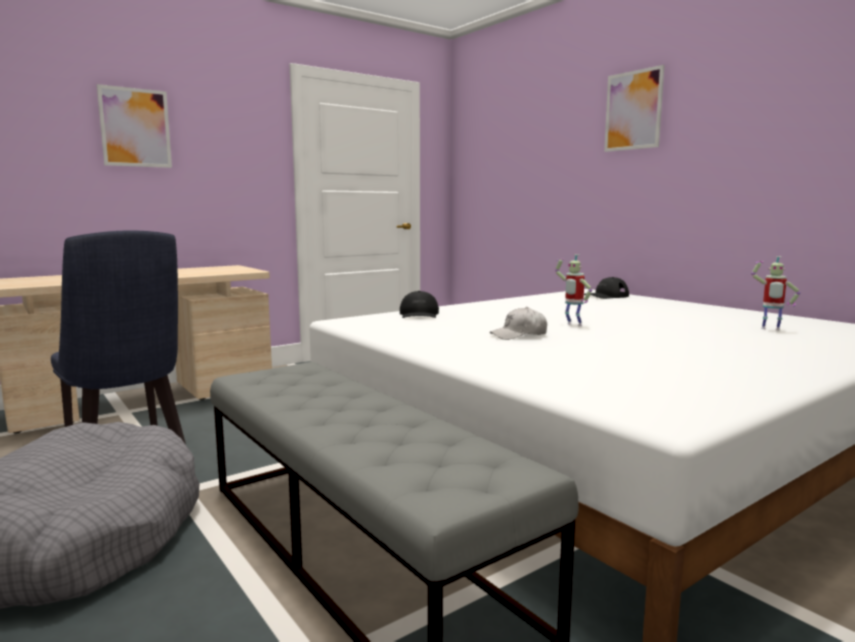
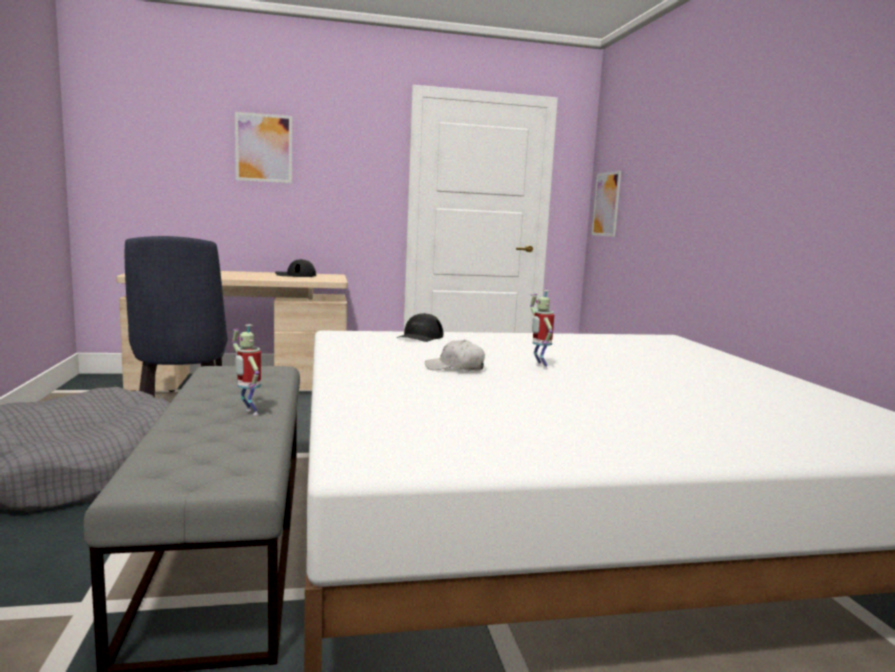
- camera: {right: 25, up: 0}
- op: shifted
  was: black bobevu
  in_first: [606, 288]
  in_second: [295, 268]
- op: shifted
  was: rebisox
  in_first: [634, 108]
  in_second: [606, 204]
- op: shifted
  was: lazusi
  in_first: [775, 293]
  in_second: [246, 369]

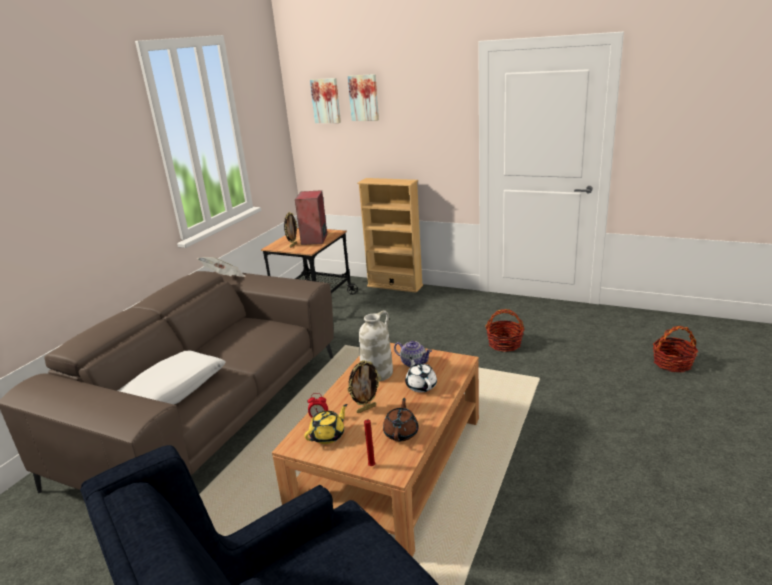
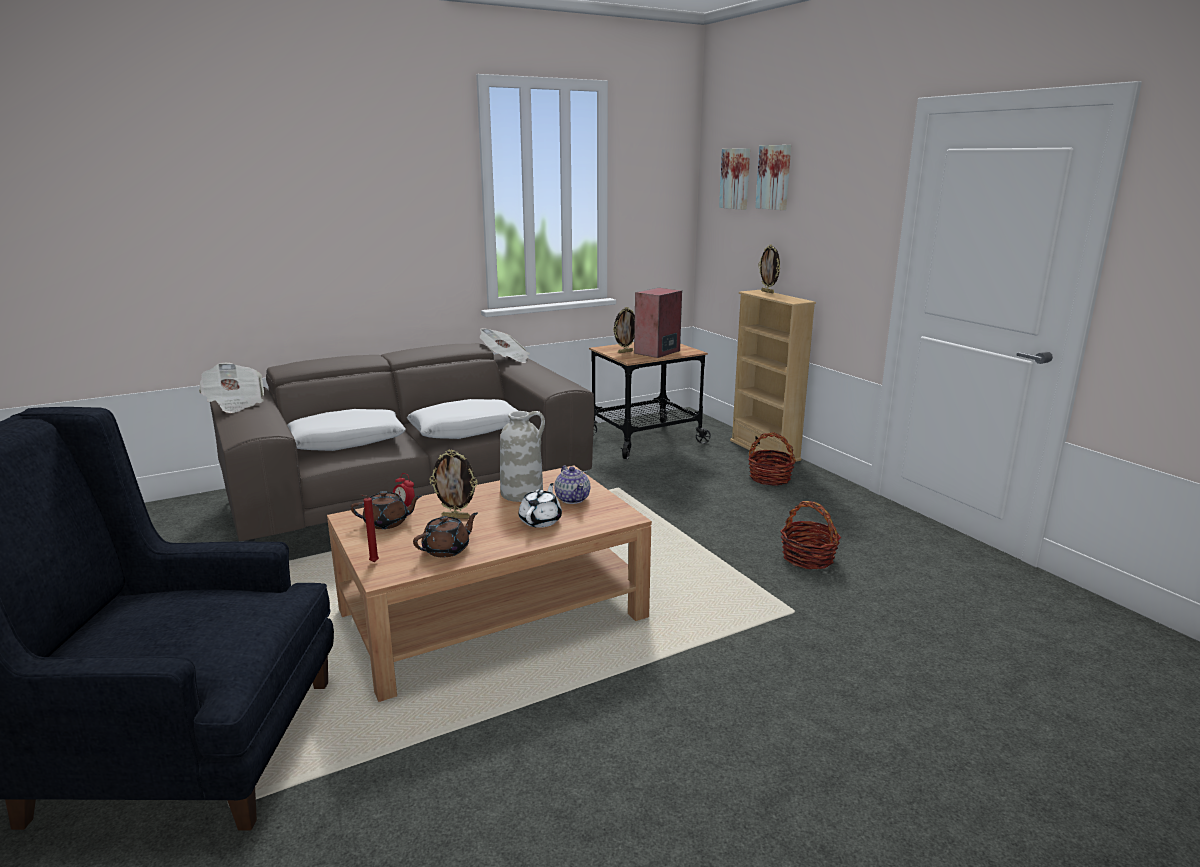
- camera: {right: 35, up: -5}
- op: new
  now: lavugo
  in_second: [231, 387]
- op: new
  now: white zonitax
  in_second: [462, 419]
- op: new
  now: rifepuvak
  in_second: [769, 268]
- op: shifted
  was: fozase
  in_first: [676, 349]
  in_second: [772, 459]
- op: repainted
  was: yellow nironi
  now: brown nironi
  in_first: [326, 424]
  in_second: [386, 510]

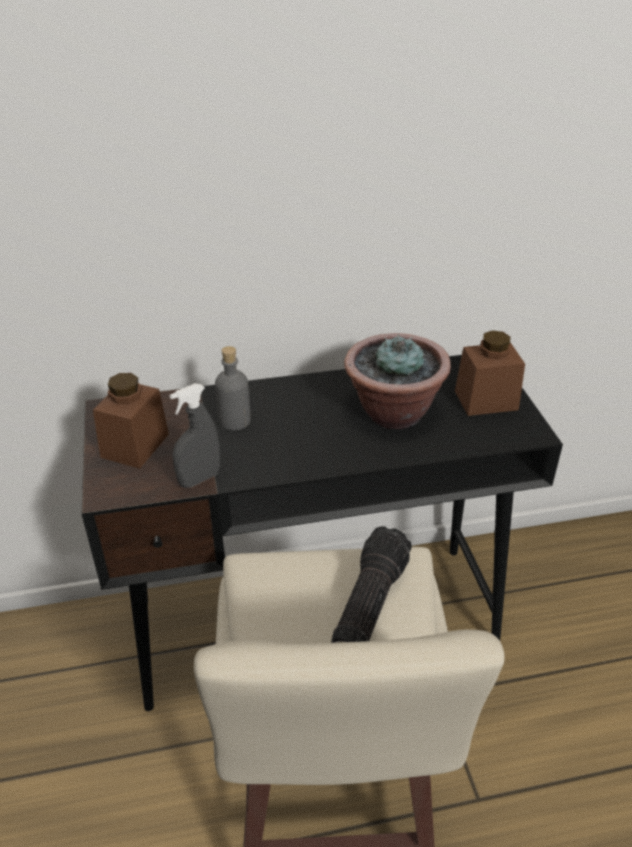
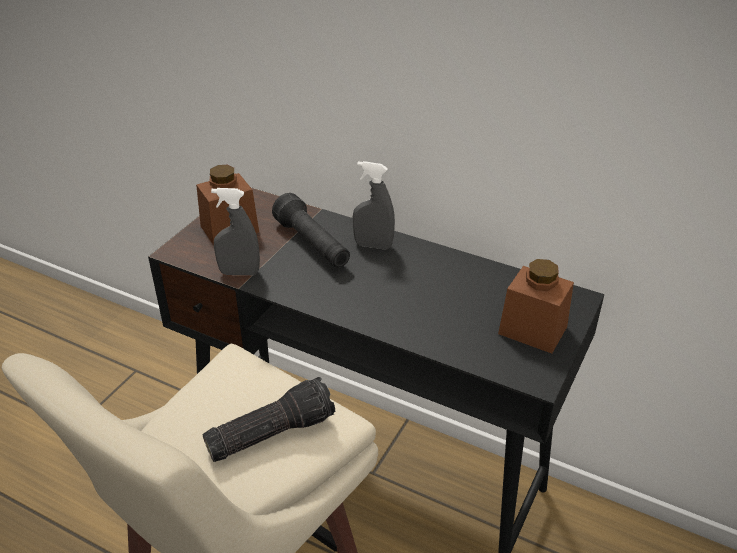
- camera: {right: 40, up: 0}
- op: gone
  was: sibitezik
  in_first: [397, 381]
- op: new
  now: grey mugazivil
  in_second: [374, 205]
- op: swapped
  was: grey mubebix
  now: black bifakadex
  in_first: [233, 388]
  in_second: [311, 230]

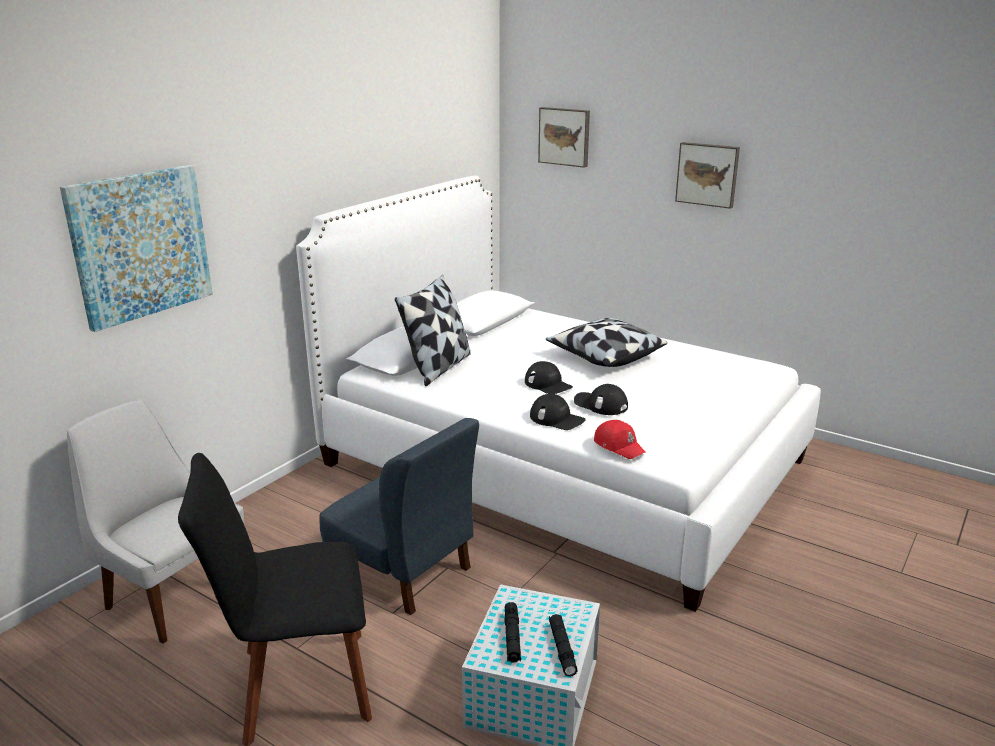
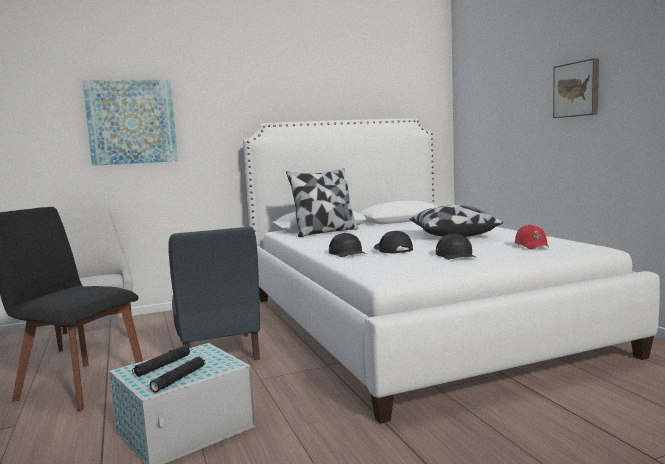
- camera: {right: 35, up: -15}
- op: gone
  was: rebisox
  in_first: [564, 137]
- op: shifted
  was: black bobevu
  in_first: [549, 377]
  in_second: [456, 247]
- op: shifted
  was: red bobevu
  in_first: [620, 439]
  in_second: [532, 237]

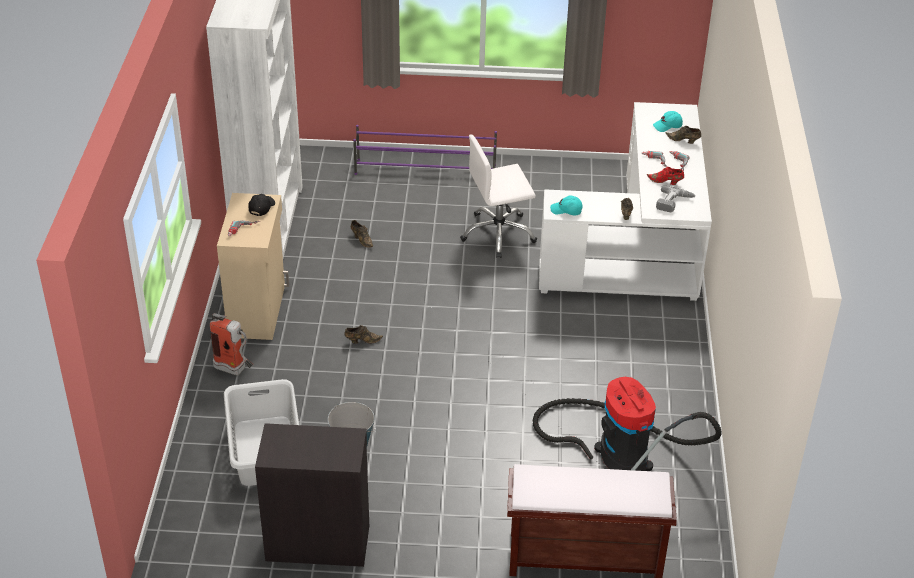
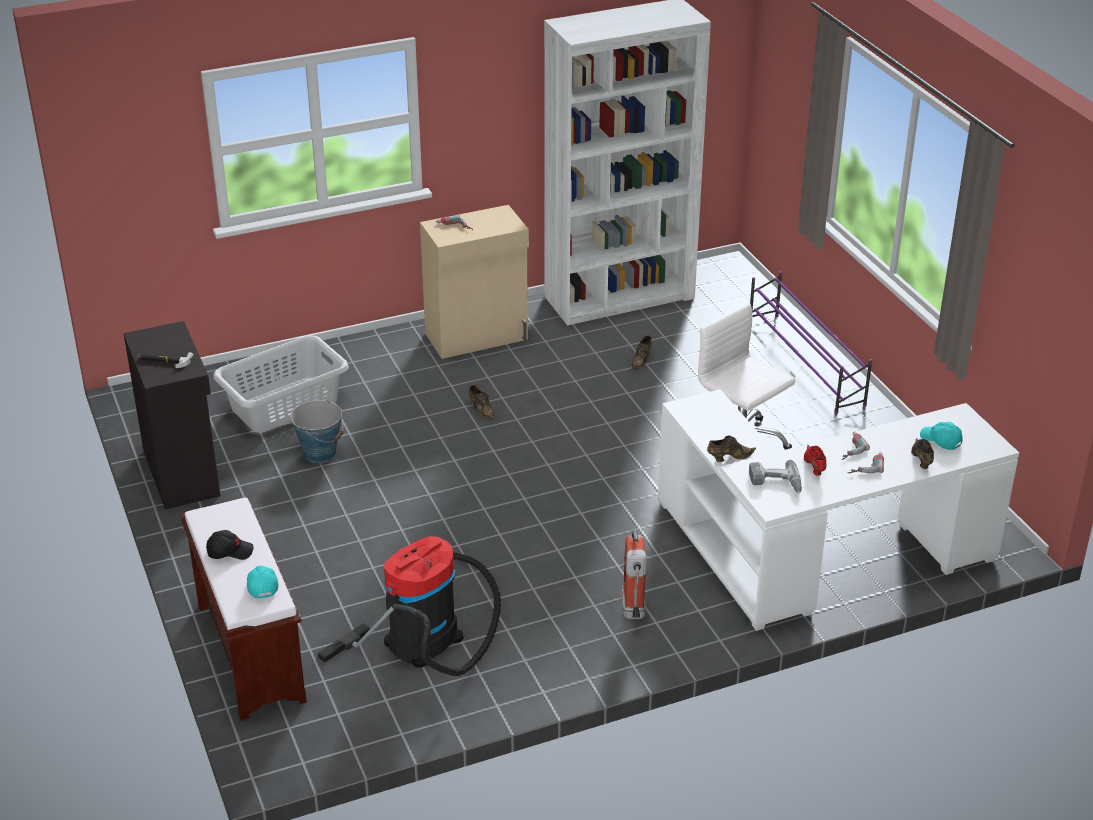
- camera: {right: 65, up: -5}
- op: new
  now: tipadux
  in_second: [166, 360]
- op: shifted
  was: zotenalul
  in_first: [231, 344]
  in_second: [634, 574]
- op: shifted
  was: black bobevu
  in_first: [261, 205]
  in_second: [230, 545]
- op: shifted
  was: turquoise bobevu
  in_first: [566, 205]
  in_second: [262, 582]

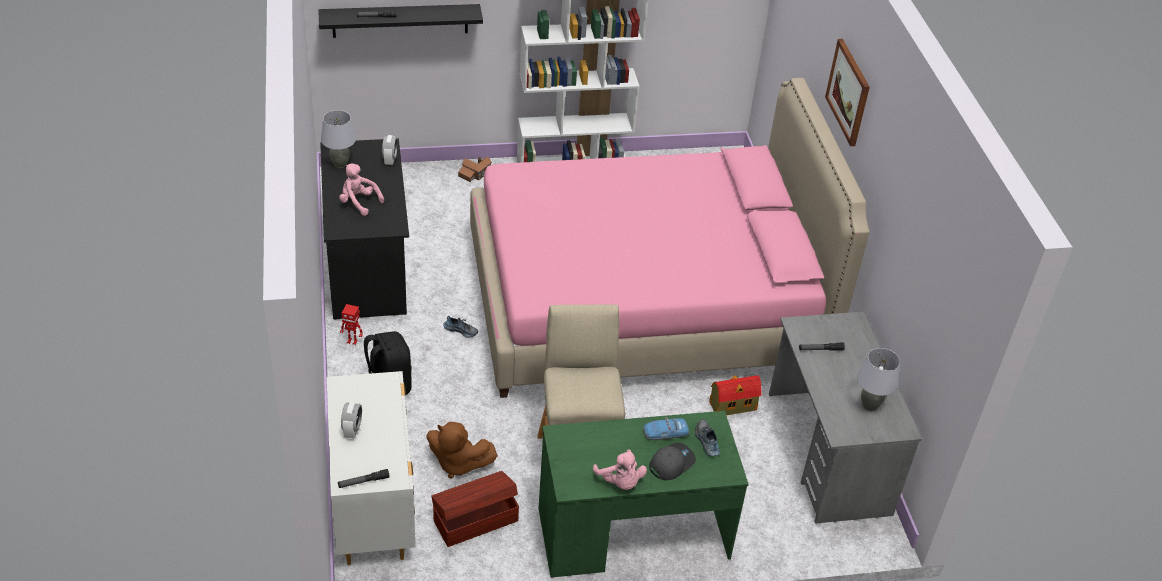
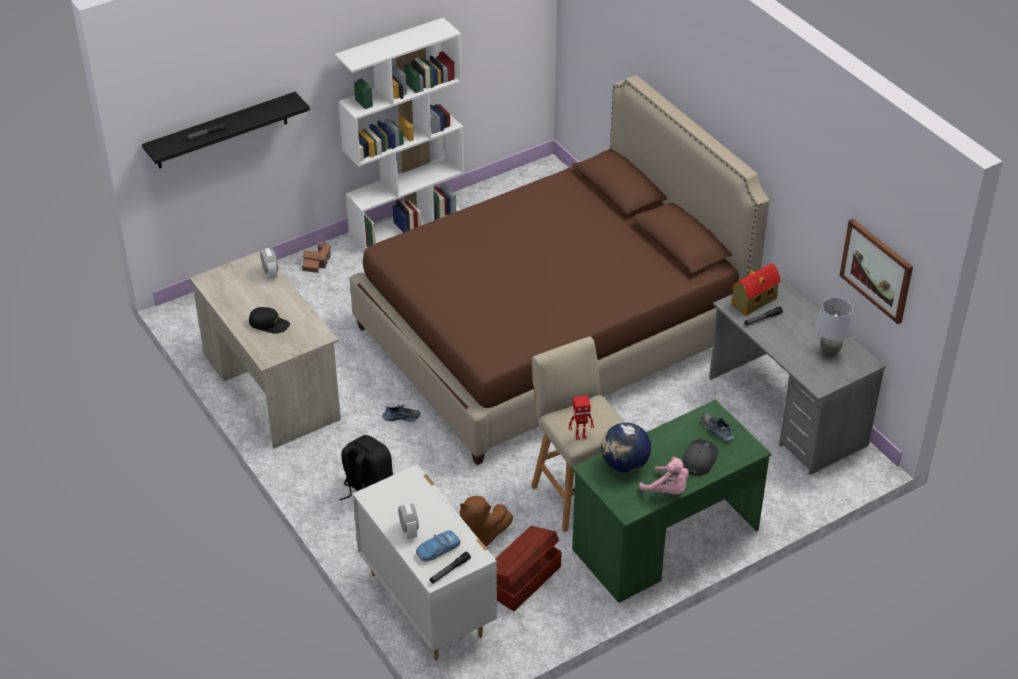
- camera: {right: -20, up: 0}
- op: gone
  was: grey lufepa
  in_first: [338, 139]
- op: new
  now: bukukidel
  in_second: [626, 448]
- op: shifted
  was: lazusi
  in_first: [351, 324]
  in_second: [581, 417]
- op: shifted
  was: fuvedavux
  in_first: [666, 428]
  in_second: [438, 546]
- op: shifted
  was: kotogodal
  in_first: [735, 395]
  in_second: [755, 289]
- op: shifted
  was: rebisox
  in_first: [847, 92]
  in_second: [876, 271]
- op: swapped
  was: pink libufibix
  now: black bobevu
  in_first: [361, 190]
  in_second: [269, 320]
- op: repainted
  was: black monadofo
  now: beige monadofo
  in_first: [364, 229]
  in_second: [265, 349]
- op: repainted
  was: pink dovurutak
  now: brown dovurutak
  in_first: [669, 238]
  in_second: [560, 270]

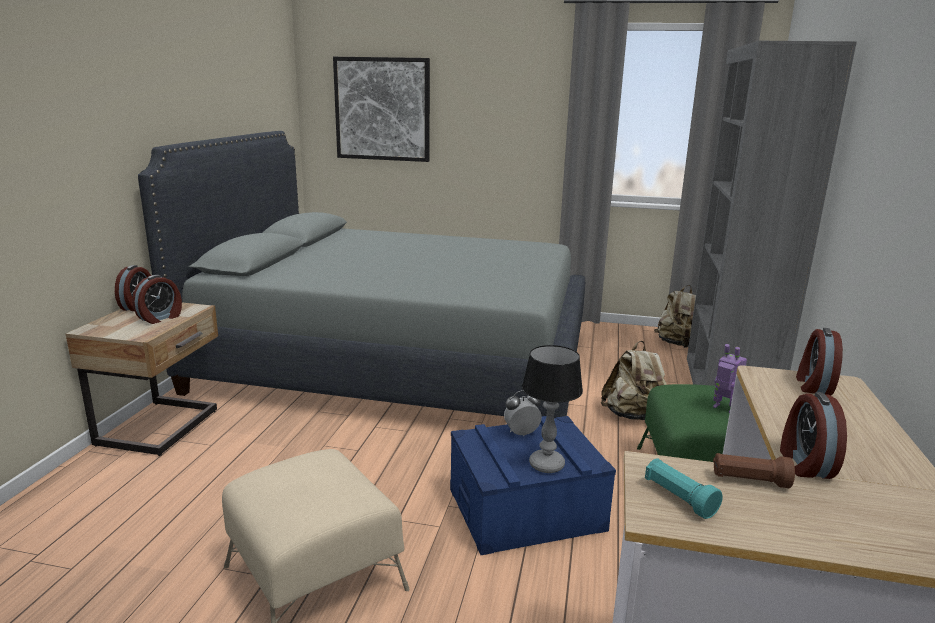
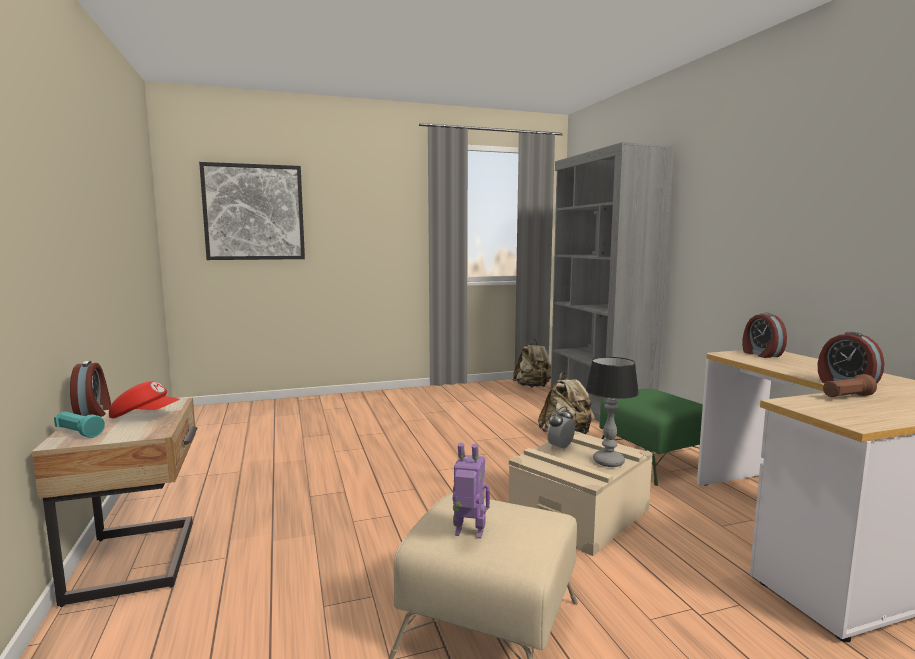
- camera: {right: -30, up: -10}
- op: gone
  was: grey dovurutak
  in_first: [361, 274]
- op: shifted
  was: turquoise bifakadex
  in_first: [684, 488]
  in_second: [79, 424]
- op: shifted
  was: lazusi
  in_first: [730, 378]
  in_second: [471, 490]
- op: swapped
  was: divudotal
  now: red bobevu
  in_first: [157, 299]
  in_second: [144, 399]
- op: repainted
  was: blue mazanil
  now: beige mazanil
  in_first: [533, 485]
  in_second: [581, 493]

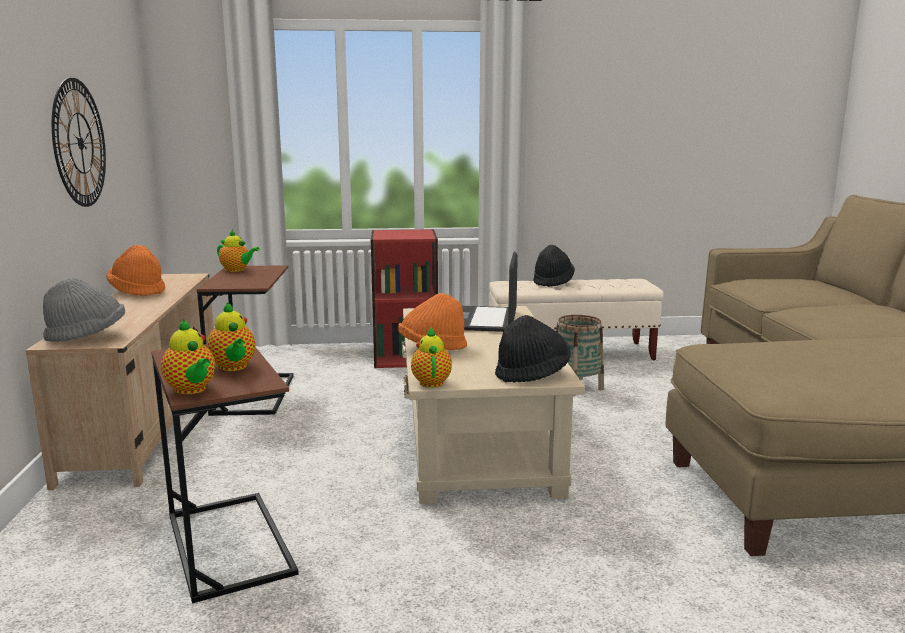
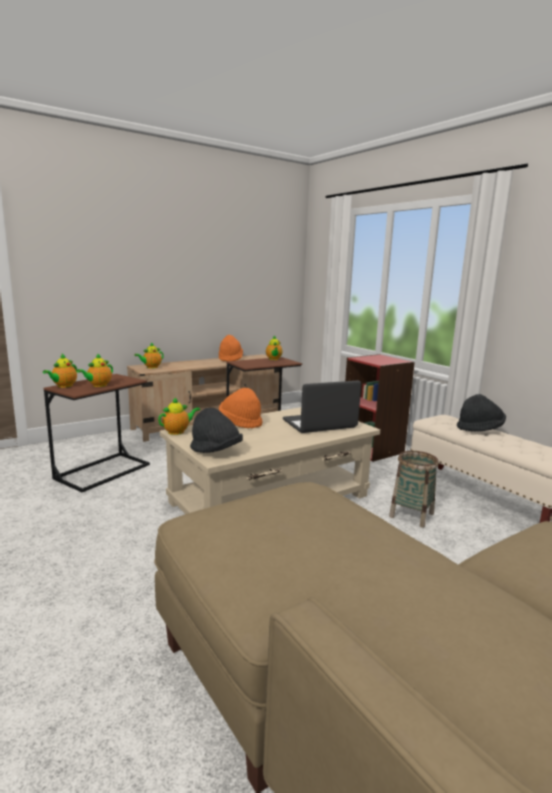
- camera: {right: 60, up: 0}
- op: gone
  was: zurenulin
  in_first: [79, 142]
- op: swapped
  was: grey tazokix
  now: nironi
  in_first: [84, 310]
  in_second: [149, 355]

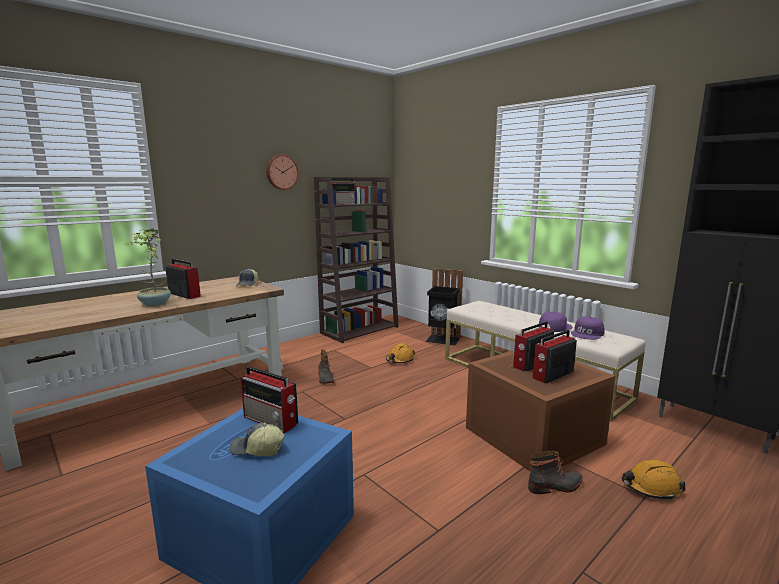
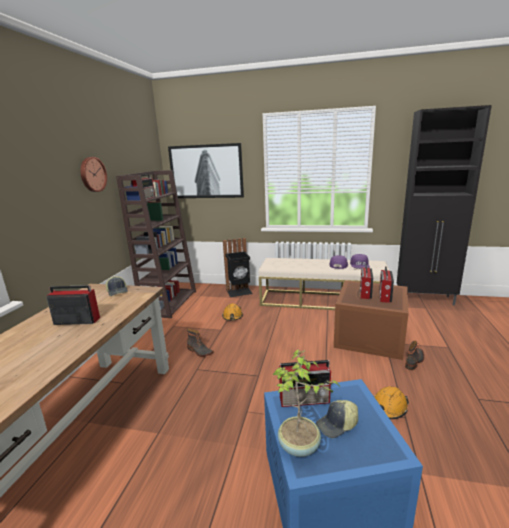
- camera: {right: -35, up: 5}
- op: new
  now: rebisox
  in_second: [206, 170]
- op: shifted
  was: sibitezik
  in_first: [148, 267]
  in_second: [306, 403]
- op: shifted
  was: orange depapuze
  in_first: [653, 479]
  in_second: [391, 402]

